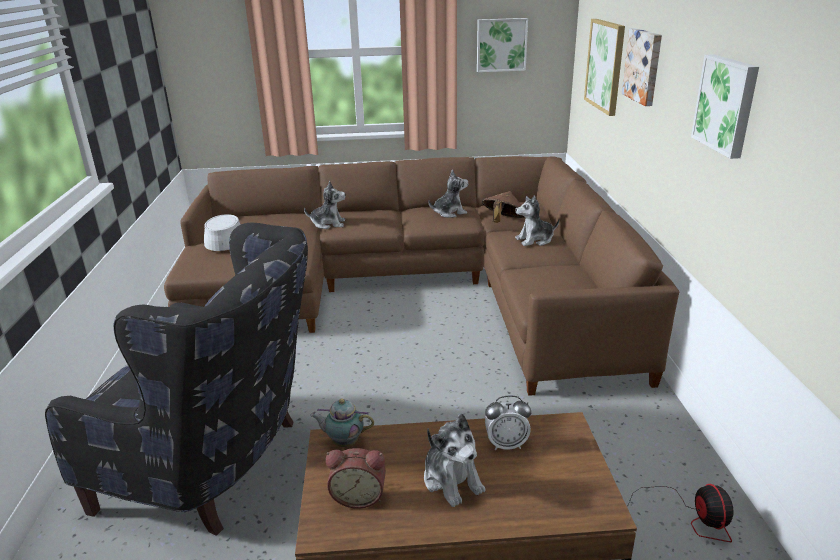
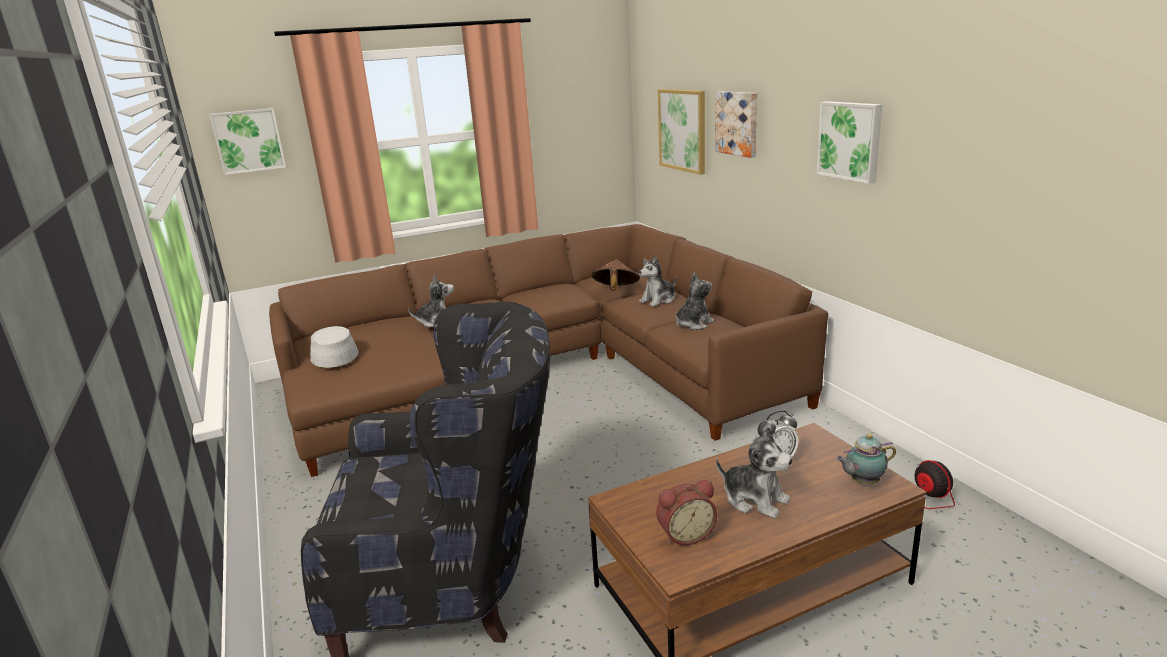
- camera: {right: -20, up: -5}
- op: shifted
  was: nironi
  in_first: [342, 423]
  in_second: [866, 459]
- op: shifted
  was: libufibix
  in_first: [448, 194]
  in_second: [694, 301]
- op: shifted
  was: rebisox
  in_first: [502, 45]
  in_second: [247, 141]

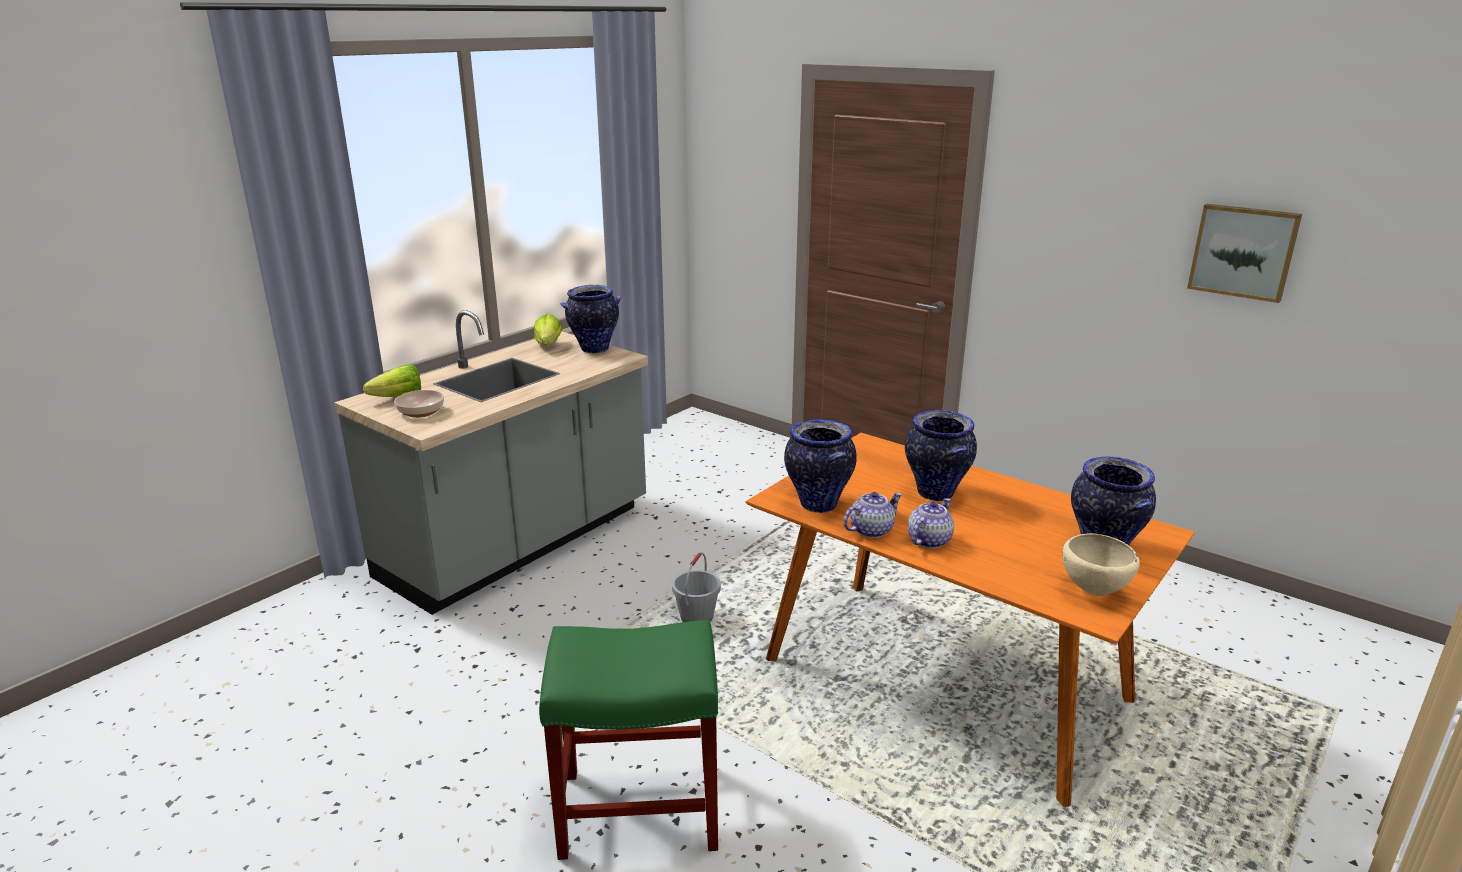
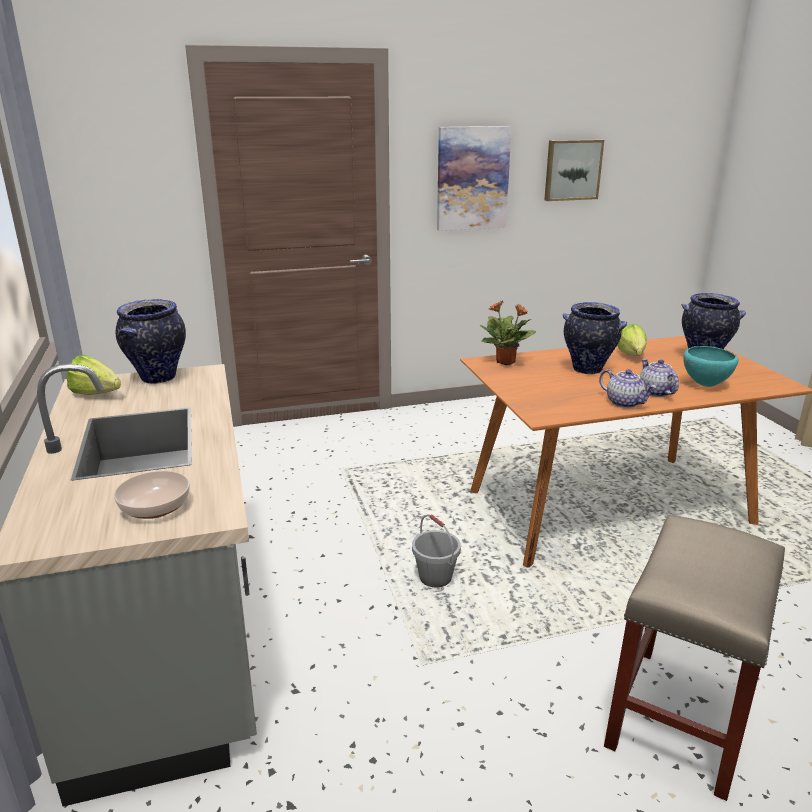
- camera: {right: -55, up: 0}
- op: gone
  was: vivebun
  in_first: [820, 466]
- op: gone
  was: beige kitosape
  in_first: [1101, 564]
- op: new
  now: rebisox
  in_second: [474, 178]
- op: new
  now: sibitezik
  in_second: [508, 333]
- op: new
  now: turquoise kitosape
  in_second: [710, 366]
- op: shifted
  was: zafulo
  in_first: [392, 380]
  in_second: [632, 340]
- op: repainted
  was: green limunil
  now: beige limunil
  in_first: [628, 740]
  in_second: [694, 658]
- op: rotated
  was: nironi
  in_first: [872, 515]
  in_second: [627, 388]
  clockwise: 135

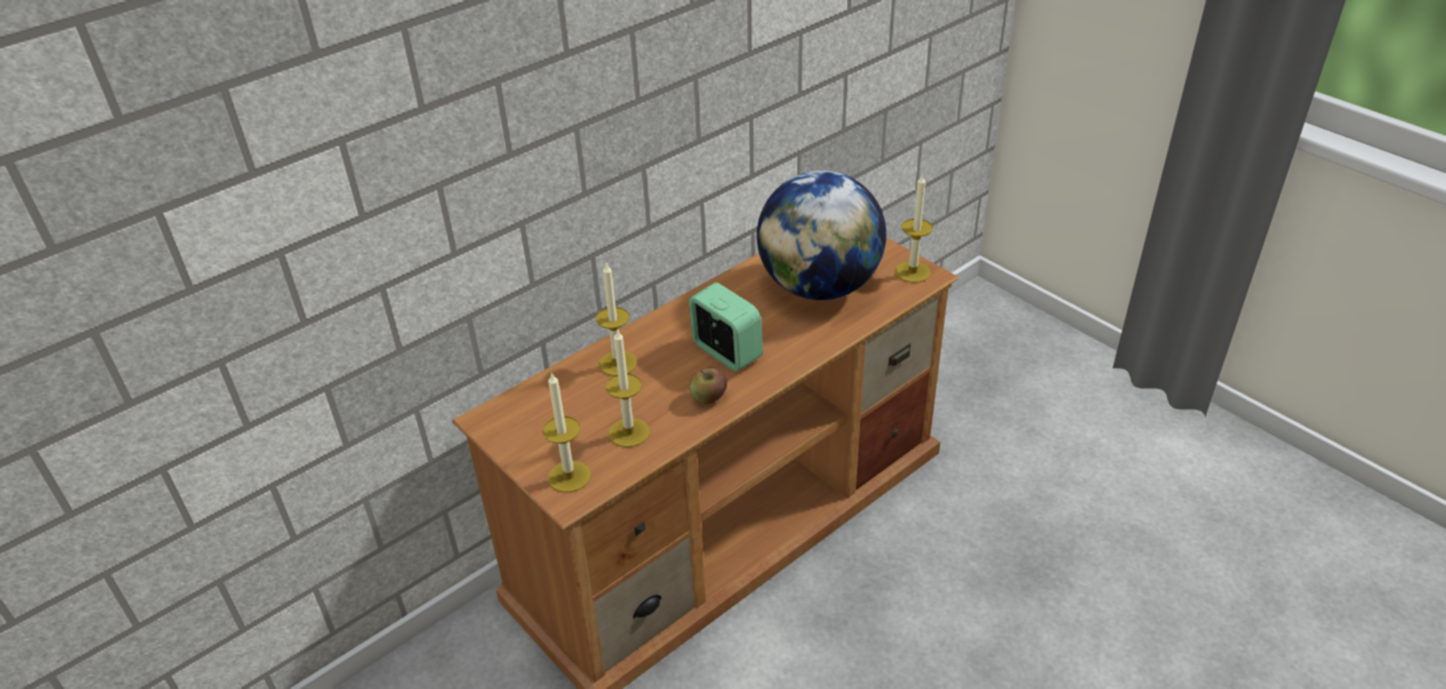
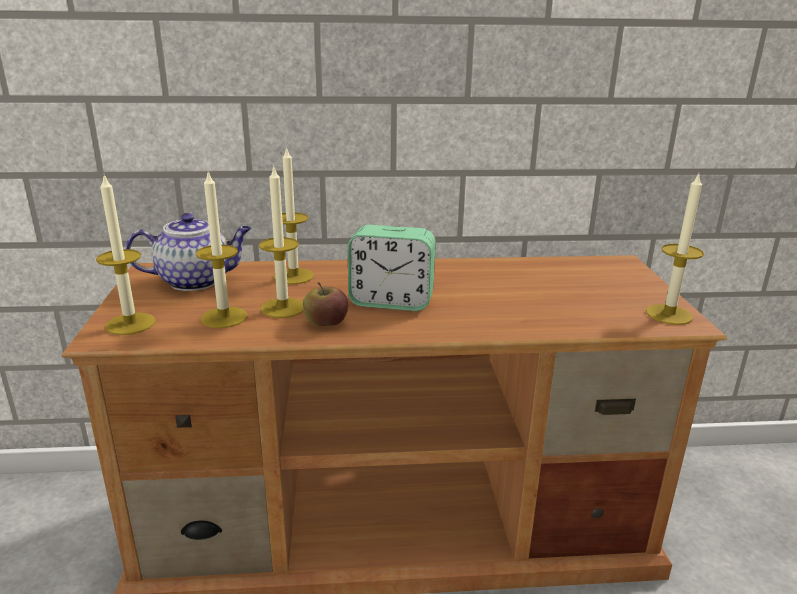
- camera: {right: 35, up: -15}
- op: gone
  was: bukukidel
  in_first: [821, 235]
- op: new
  now: nironi
  in_second: [188, 252]
- op: new
  now: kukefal
  in_second: [281, 241]
- op: rotated
  was: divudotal
  in_first: [726, 327]
  in_second: [391, 268]
  clockwise: 105

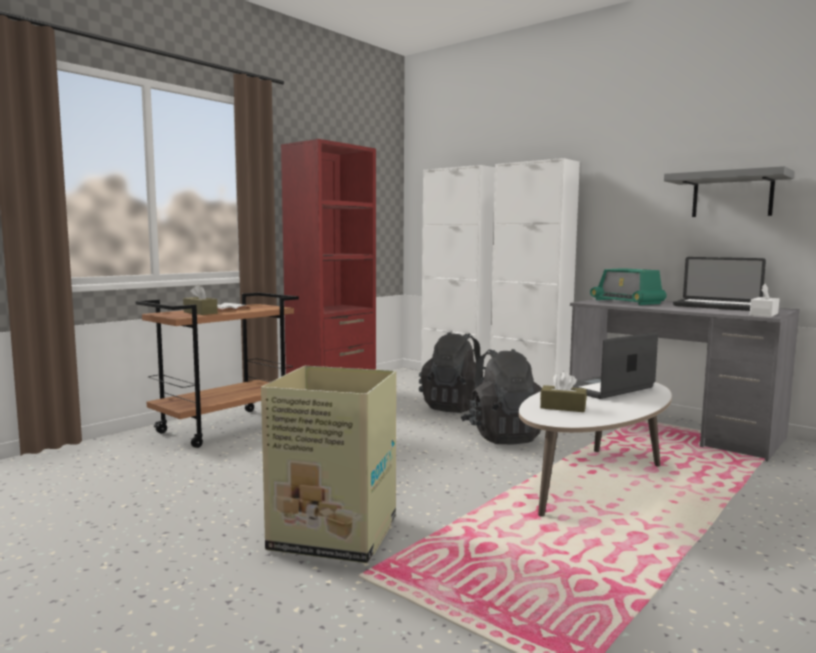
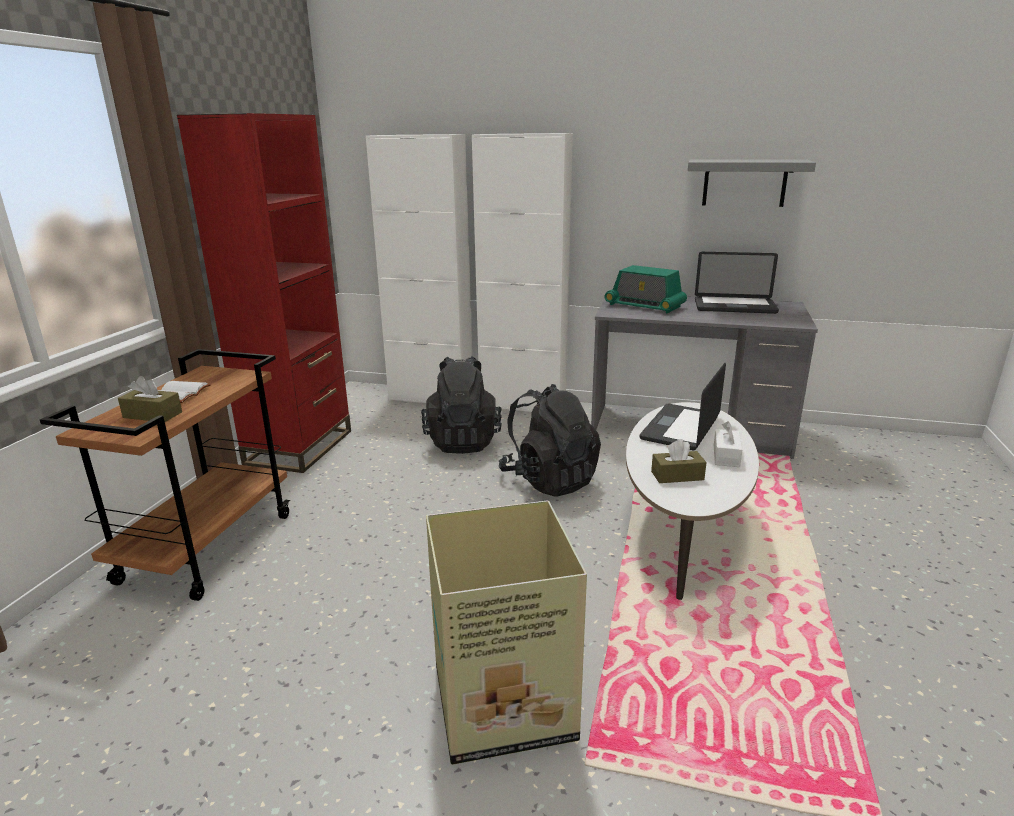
- camera: {right: -25, up: 15}
- op: shifted
  was: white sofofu
  in_first: [764, 300]
  in_second: [728, 444]

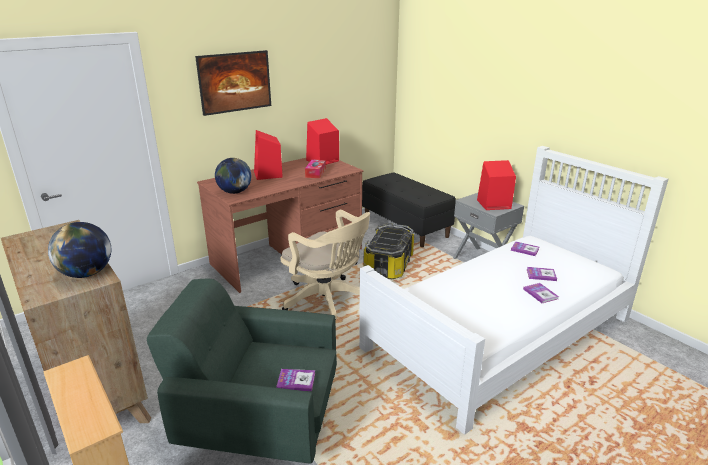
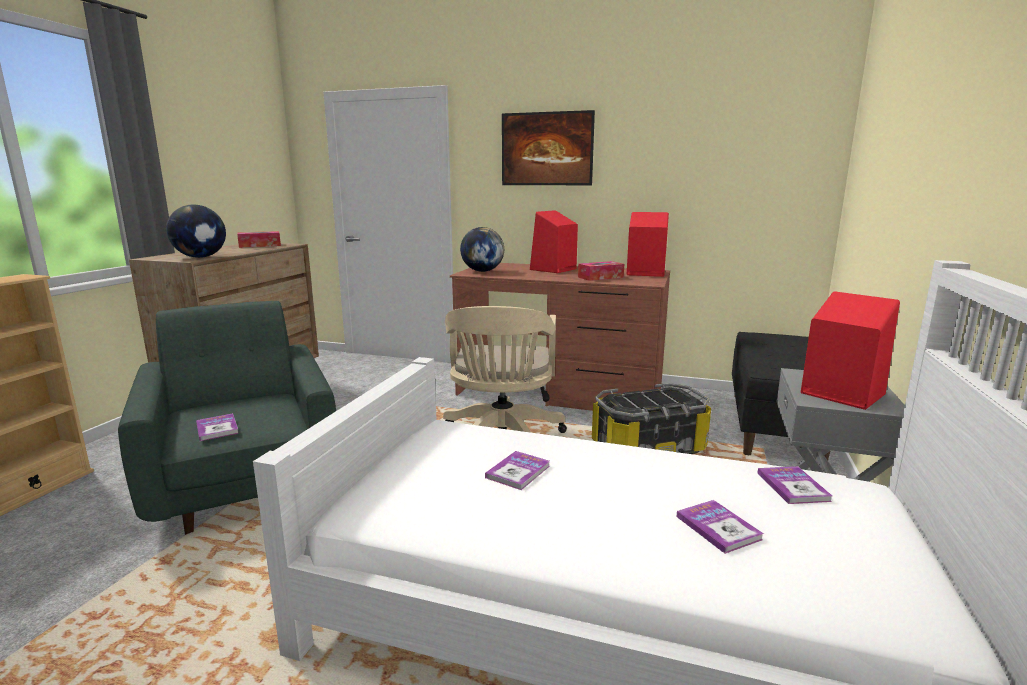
- camera: {right: 55, up: -10}
- op: new
  now: sofofu
  in_second: [259, 239]
- op: shifted
  was: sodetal
  in_first: [541, 293]
  in_second: [517, 470]

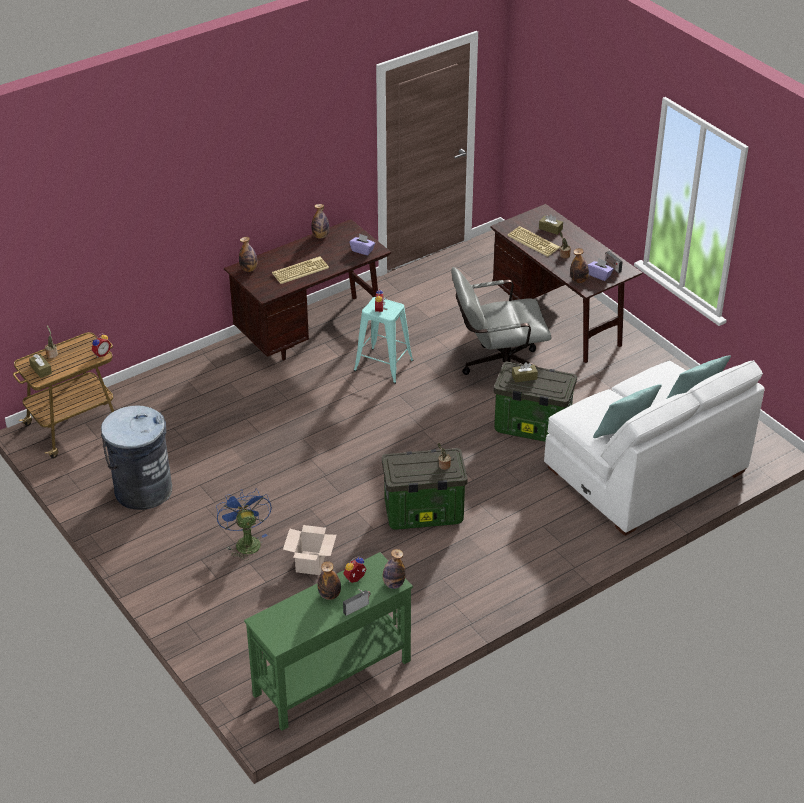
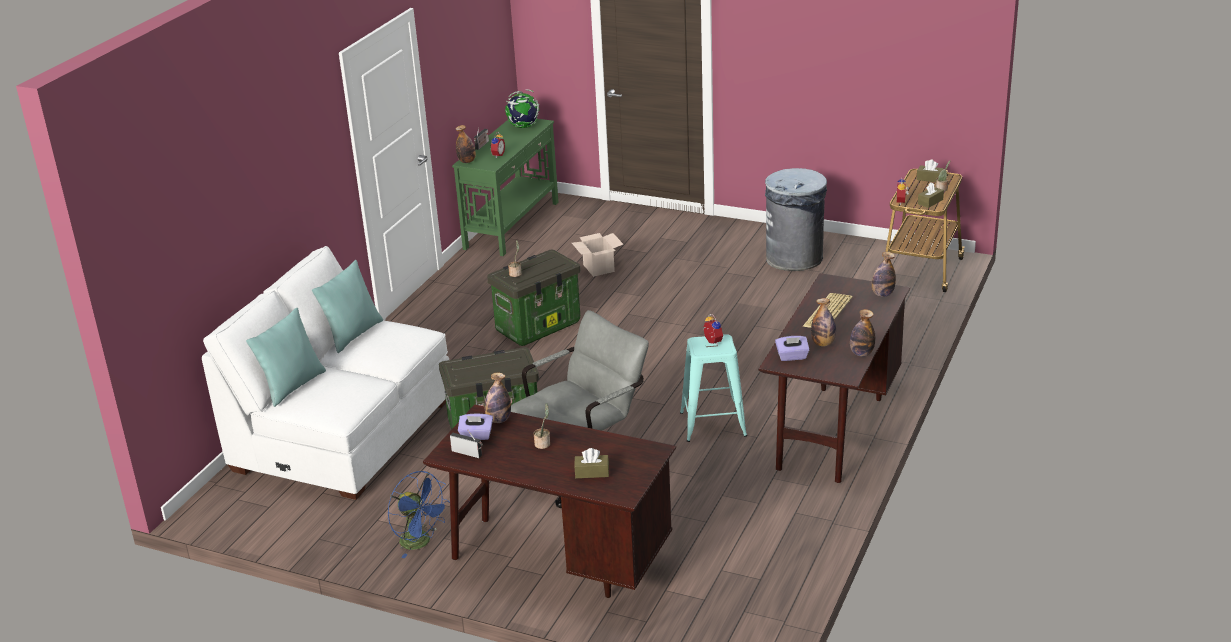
- camera: {right: 150, up: -10}
- op: gone
  was: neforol
  in_first: [533, 241]
- op: new
  now: bukukidel
  in_second: [522, 108]
- op: shifted
  was: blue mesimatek
  in_first: [244, 525]
  in_second: [418, 514]
- op: shifted
  was: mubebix
  in_first: [329, 580]
  in_second: [823, 322]
- op: shifted
  was: brown sofofu
  in_first: [525, 372]
  in_second: [931, 195]

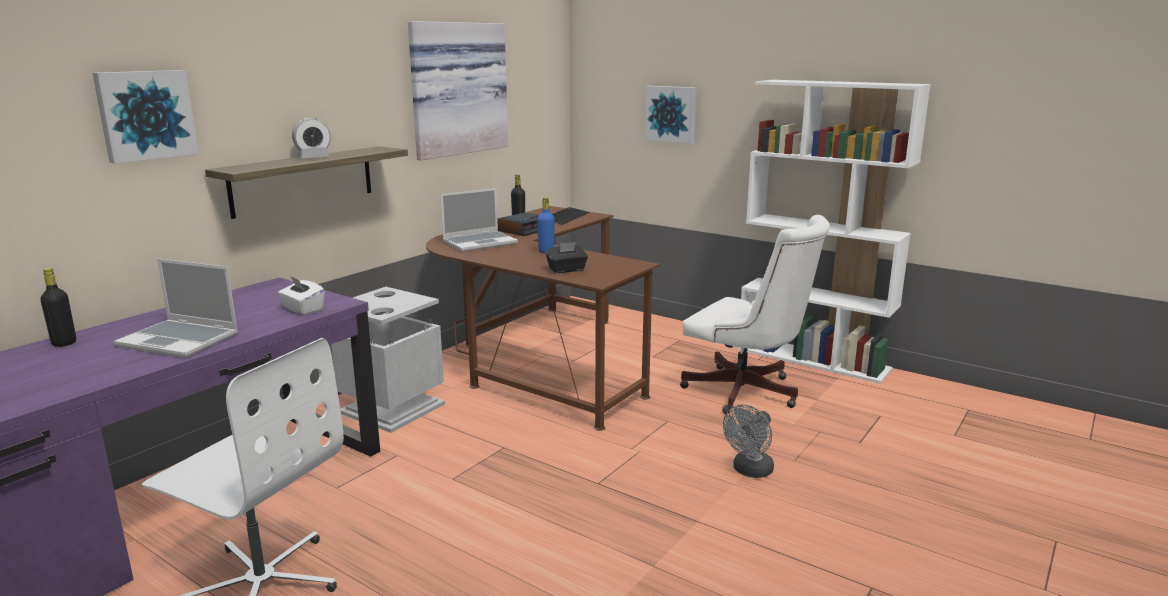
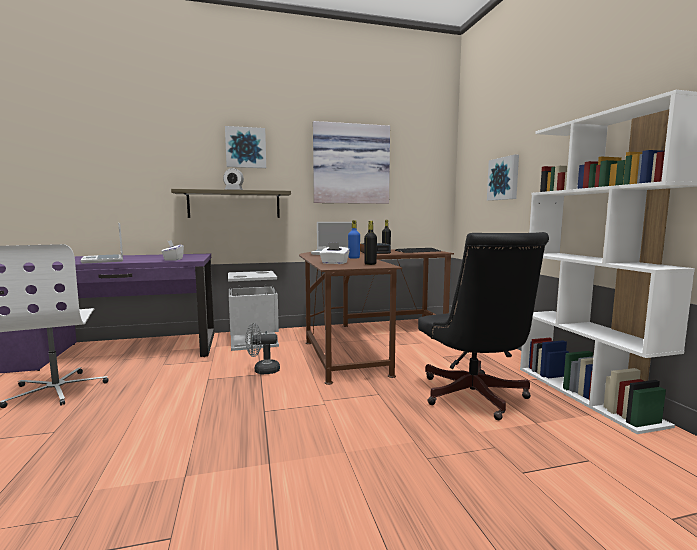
- camera: {right: 40, up: -10}
- op: shifted
  was: black mubebix
  in_first: [58, 307]
  in_second: [370, 243]
- op: shifted
  was: rebisox
  in_first: [146, 117]
  in_second: [245, 147]
- op: shifted
  was: grey mesimatek
  in_first: [748, 441]
  in_second: [262, 348]
- op: repainted
  was: black sofofu
  now: white sofofu
  in_first: [566, 257]
  in_second: [334, 253]
- op: repainted
  was: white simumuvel
  now: black simumuvel
  in_first: [755, 314]
  in_second: [483, 326]

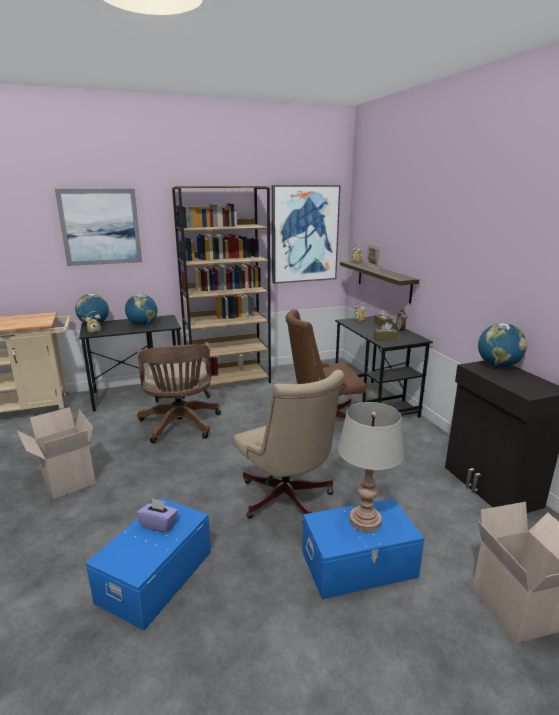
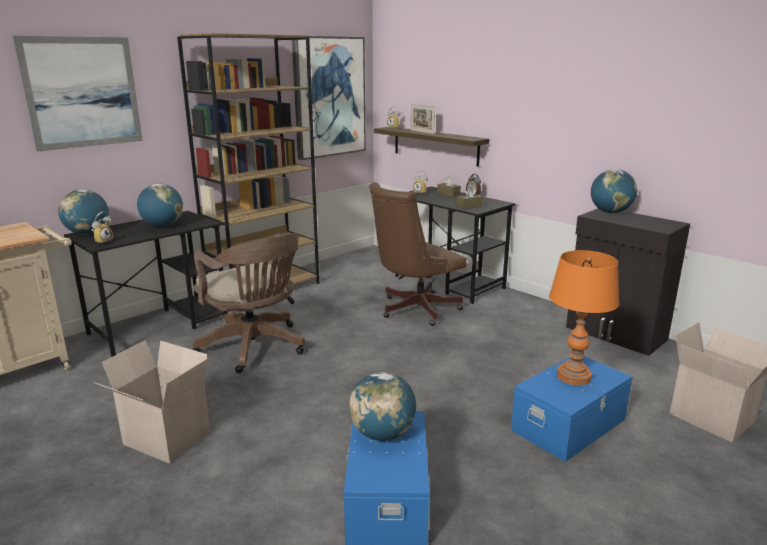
- camera: {right: -25, up: 0}
- op: gone
  was: beige simumuvel
  in_first: [288, 446]
- op: swapped
  was: purple sofofu
  now: bukukidel
  in_first: [157, 515]
  in_second: [382, 406]
- op: repainted
  was: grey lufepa
  now: orange lufepa
  in_first: [371, 467]
  in_second: [584, 317]

